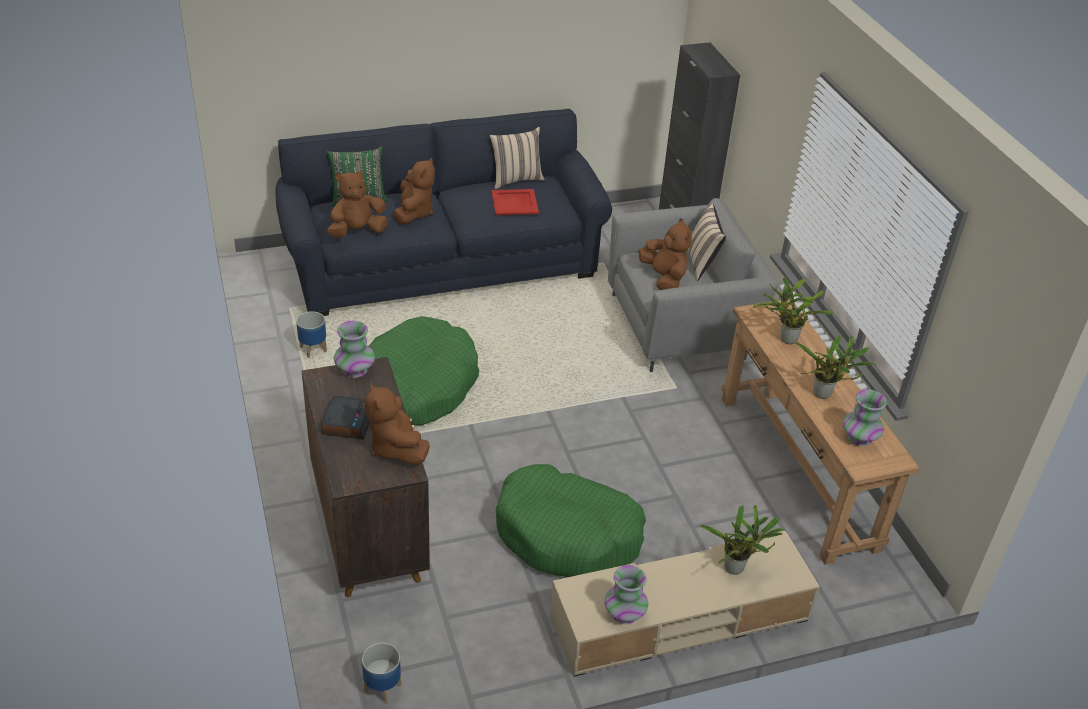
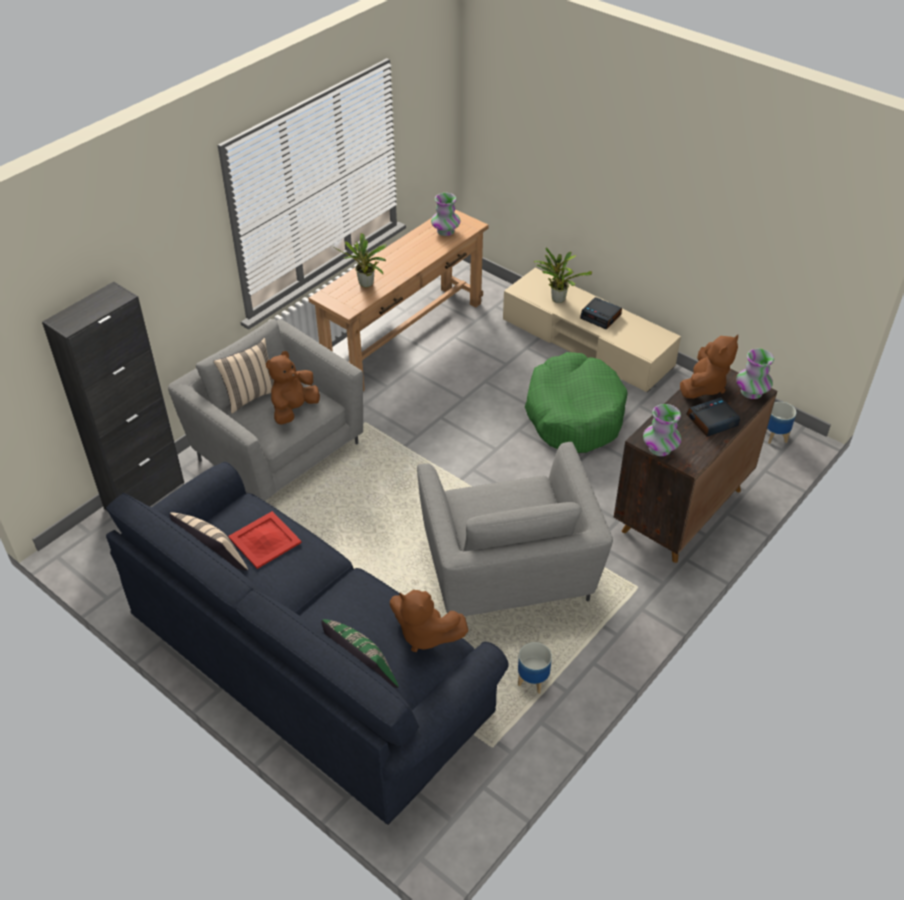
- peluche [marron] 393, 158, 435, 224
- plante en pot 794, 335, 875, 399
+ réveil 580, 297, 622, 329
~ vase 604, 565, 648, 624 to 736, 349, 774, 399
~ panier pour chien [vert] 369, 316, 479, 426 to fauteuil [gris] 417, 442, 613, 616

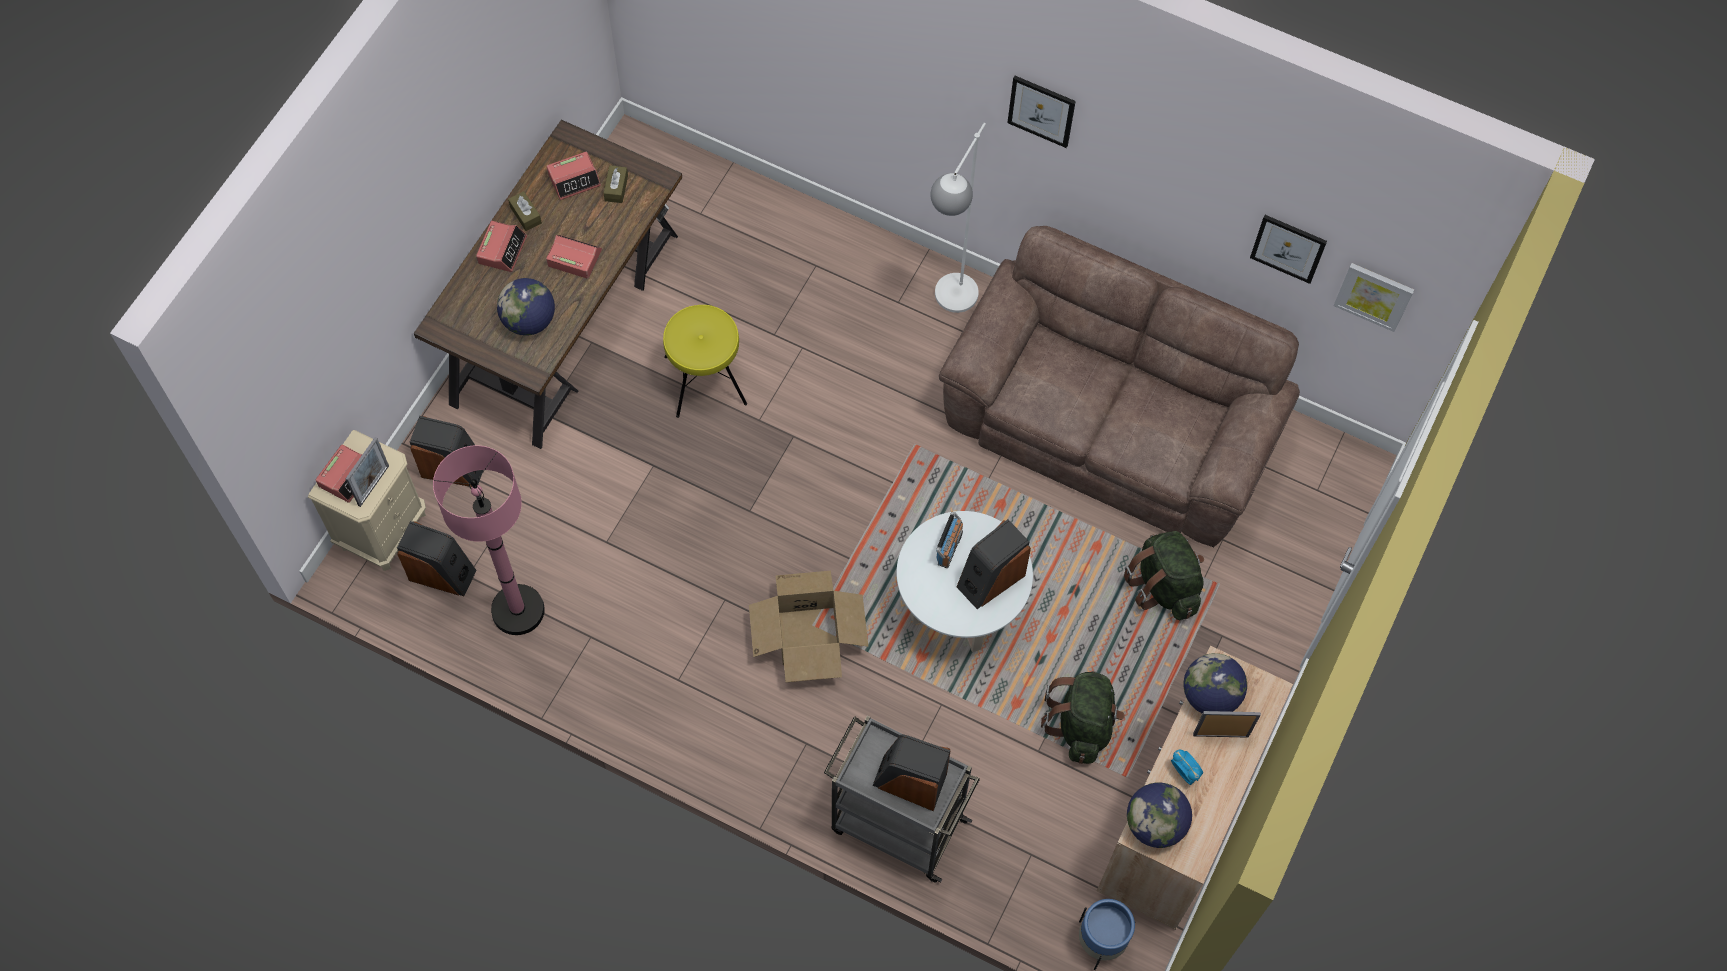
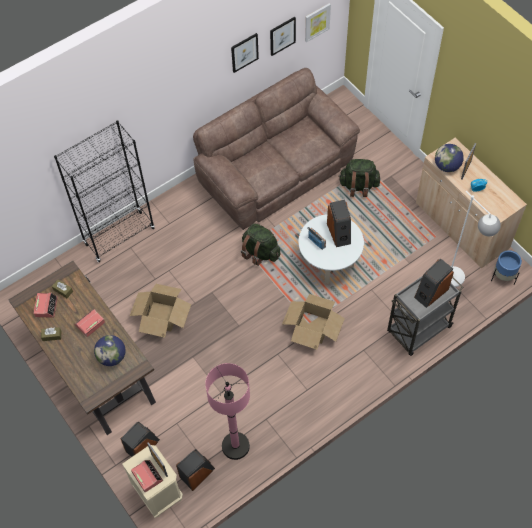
- réveil 476, 221, 527, 272
- globe 1127, 782, 1192, 848
+ bibliothèque [noir] 54, 120, 155, 262
~ lampadaire [blanc] 931, 123, 986, 313 to 451, 191, 501, 287
~ tableau 1007, 76, 1076, 148 to 231, 33, 259, 73
~ sac à dos [vert] 1041, 671, 1125, 764 to 241, 223, 280, 266
~ tabouret [jaune] 663, 305, 747, 418 to carton 130, 284, 191, 338

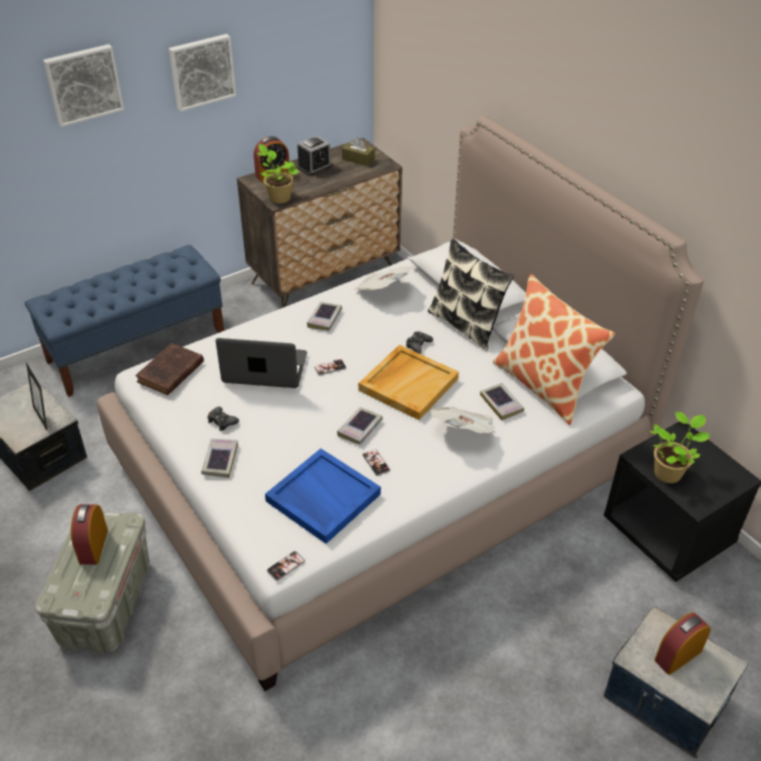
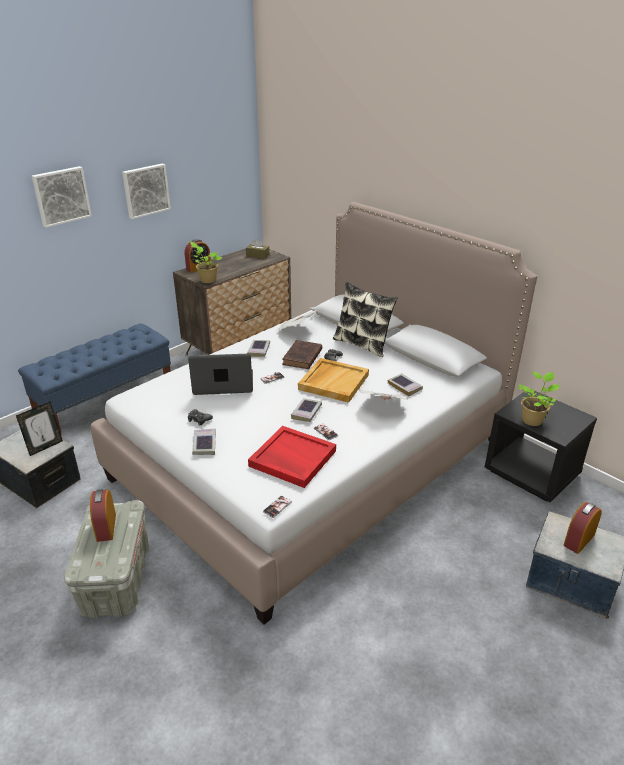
- réveil 297, 136, 332, 176
- coussin 493, 274, 615, 425
~ livre [marron] 135, 343, 204, 395 to 282, 340, 322, 369
~ plateau [bleu] 265, 448, 381, 544 to plateau [rouge] 248, 426, 336, 488
~ cadre photo 26, 363, 48, 432 = 16, 402, 63, 456 90 degrees counterclockwise

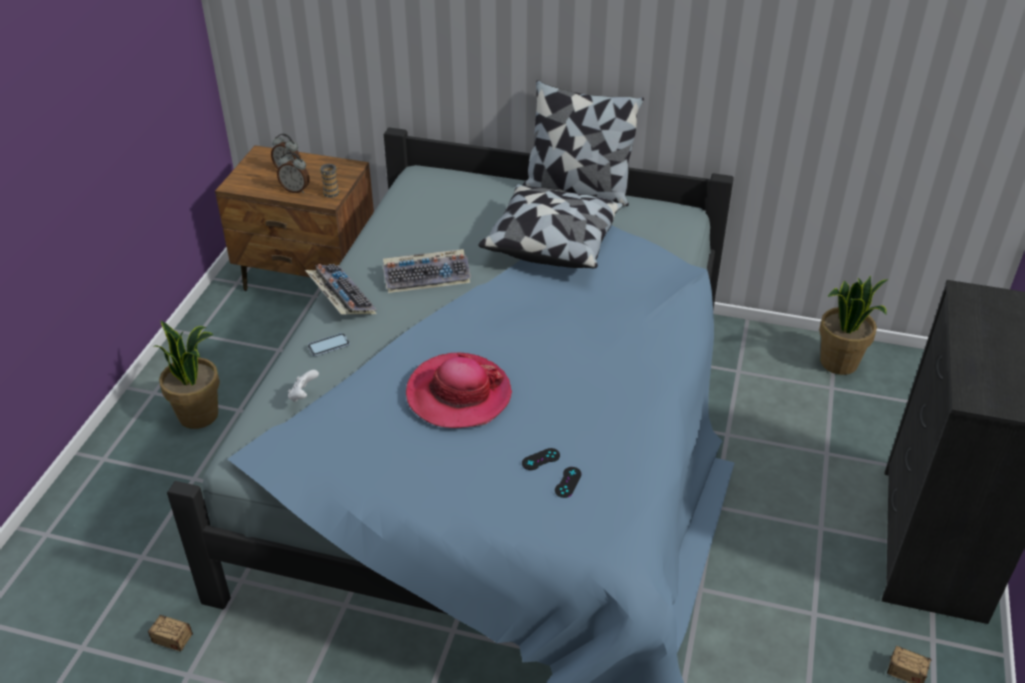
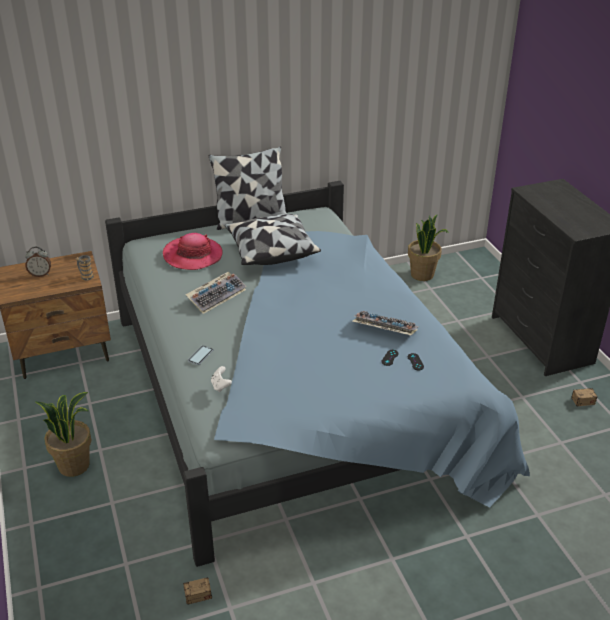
- réveil 277, 152, 310, 193
~ clavier 305, 264, 377, 315 to 352, 311, 419, 336
~ chapeau 406, 352, 512, 428 to 163, 233, 223, 270

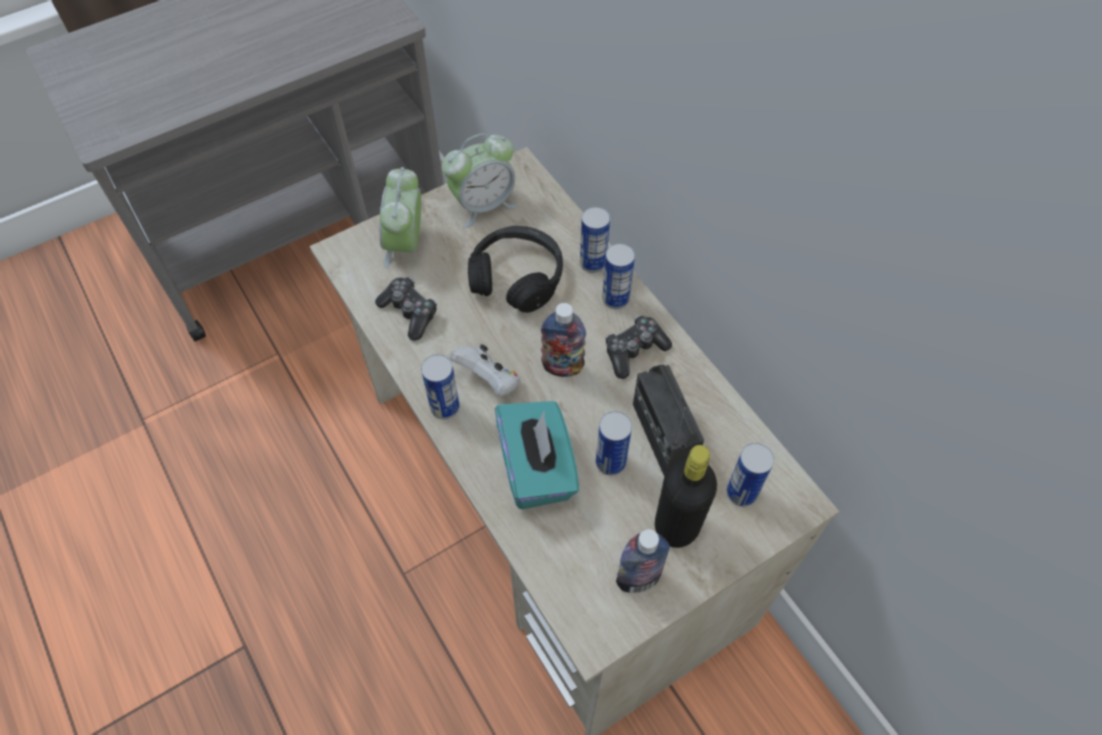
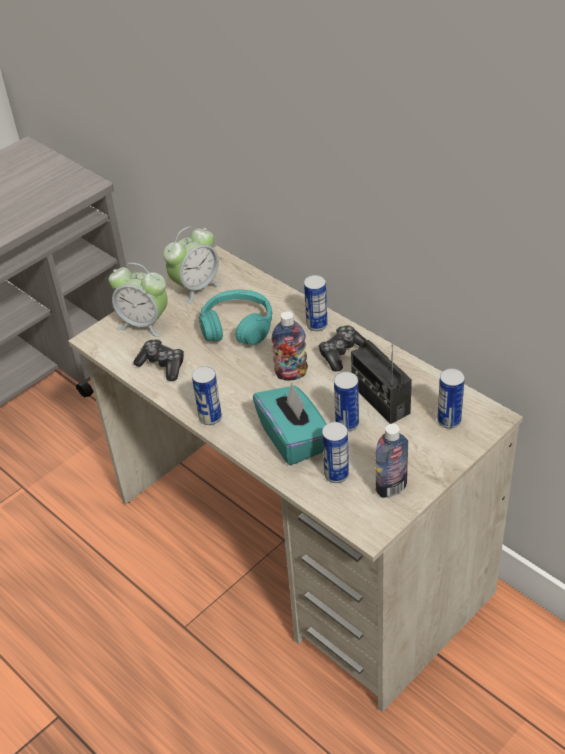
- manette [blanc] 450, 344, 520, 396
- bouteille [noir] 655, 445, 717, 548
~ boîte métallique 580, 207, 610, 273 to 322, 422, 349, 483
~ casque audio [noir] 467, 226, 563, 313 to casque audio [turquoise] 199, 290, 272, 345
~ réveil 379, 167, 421, 268 = 109, 263, 168, 337 60 degrees counterclockwise

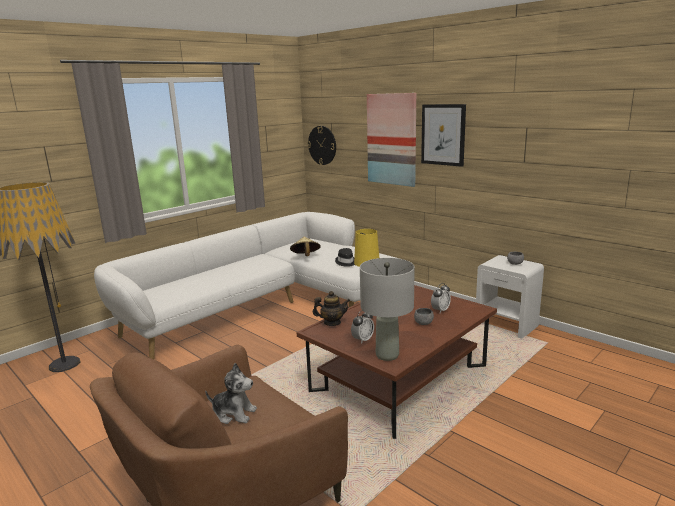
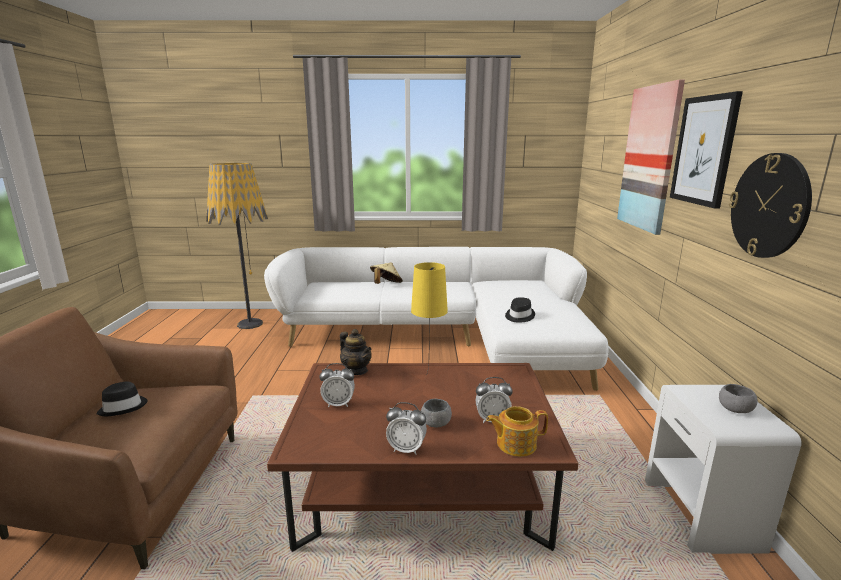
- lampe de table [gris] 360, 258, 415, 361
+ réveil 386, 402, 427, 455
+ théière 486, 406, 548, 457
~ chapeau [beige] 290, 237, 321, 256 to 370, 263, 403, 284
~ horloge murale 307, 126, 336, 165 to 729, 153, 812, 258
~ peluche 205, 363, 257, 424 to chapeau [noir] 96, 382, 148, 416

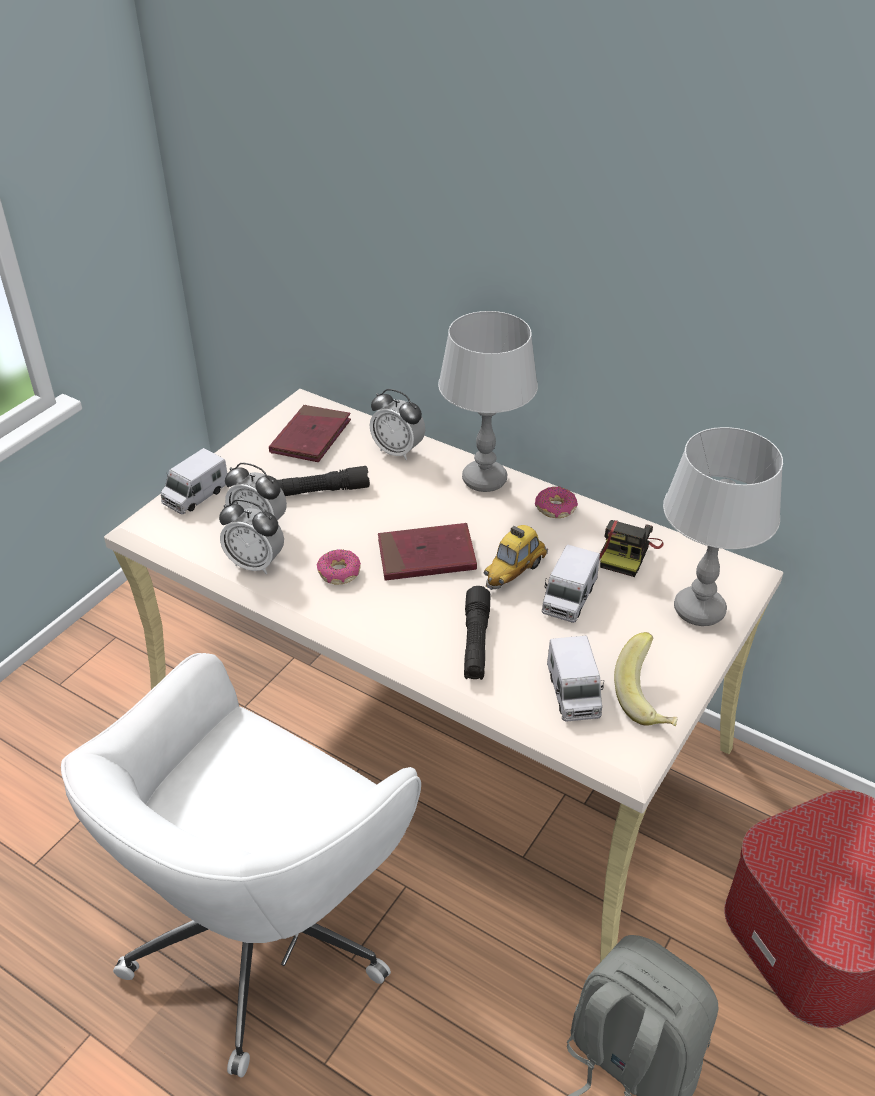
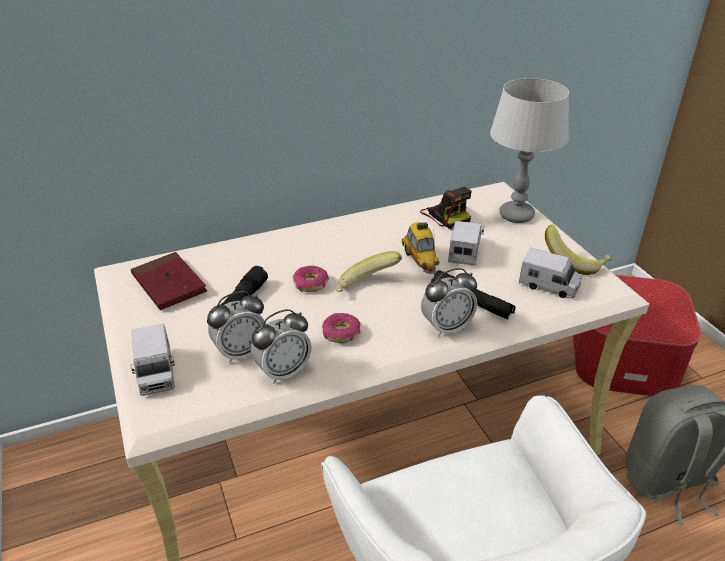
- lampe de table [gris] 438, 311, 538, 492
~ réveil 370, 389, 425, 460 to 421, 268, 477, 337
~ beignet 535, 486, 578, 518 to 293, 266, 329, 292
~ livre [rouge] 378, 523, 477, 581 to banane 336, 251, 402, 292
~ camion jouet 542, 544, 600, 623 = 448, 221, 484, 266 135 degrees counterclockwise

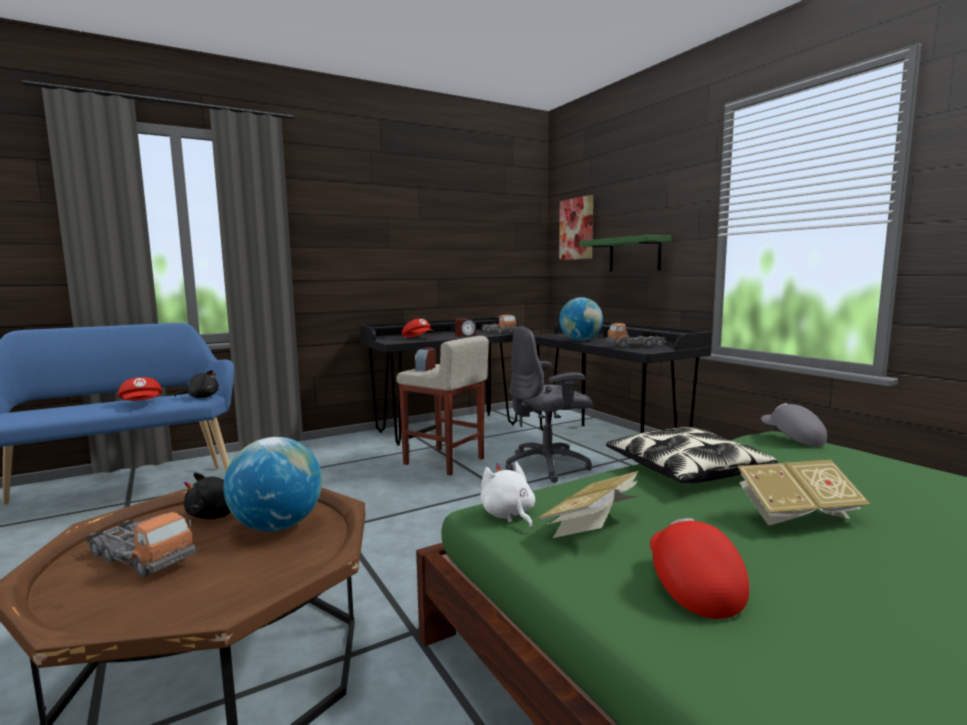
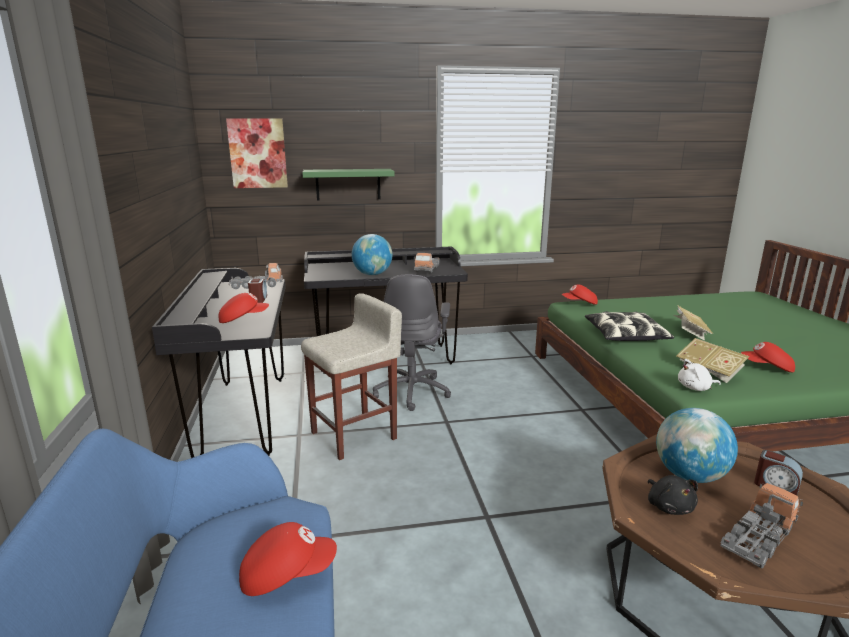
- peluche [noir] 174, 370, 219, 398
~ réveil 415, 347, 435, 371 to 754, 450, 803, 495
~ casquette [gris] 761, 403, 827, 447 to casquette [rouge] 562, 284, 598, 305

